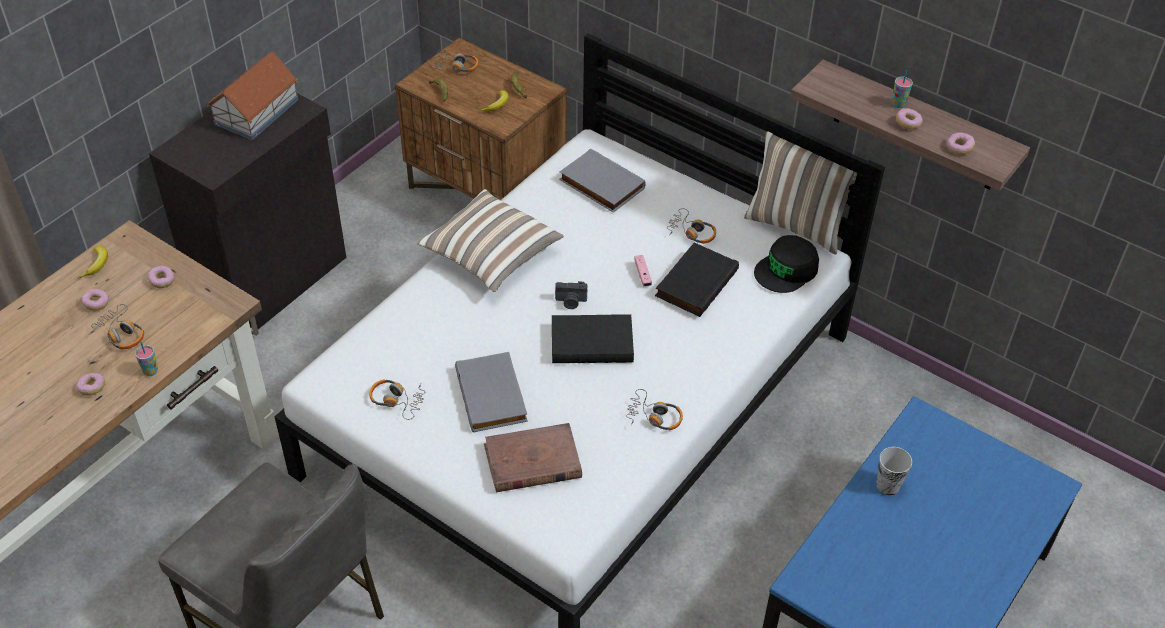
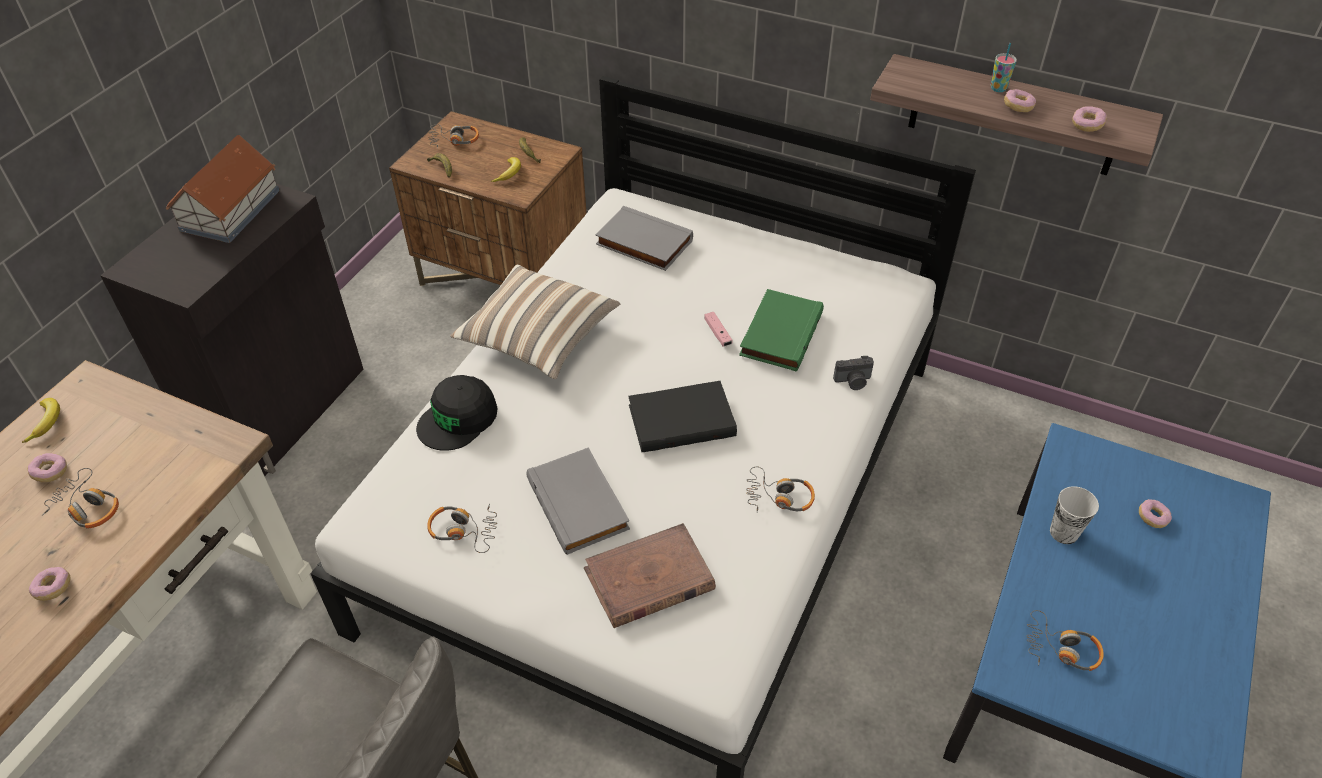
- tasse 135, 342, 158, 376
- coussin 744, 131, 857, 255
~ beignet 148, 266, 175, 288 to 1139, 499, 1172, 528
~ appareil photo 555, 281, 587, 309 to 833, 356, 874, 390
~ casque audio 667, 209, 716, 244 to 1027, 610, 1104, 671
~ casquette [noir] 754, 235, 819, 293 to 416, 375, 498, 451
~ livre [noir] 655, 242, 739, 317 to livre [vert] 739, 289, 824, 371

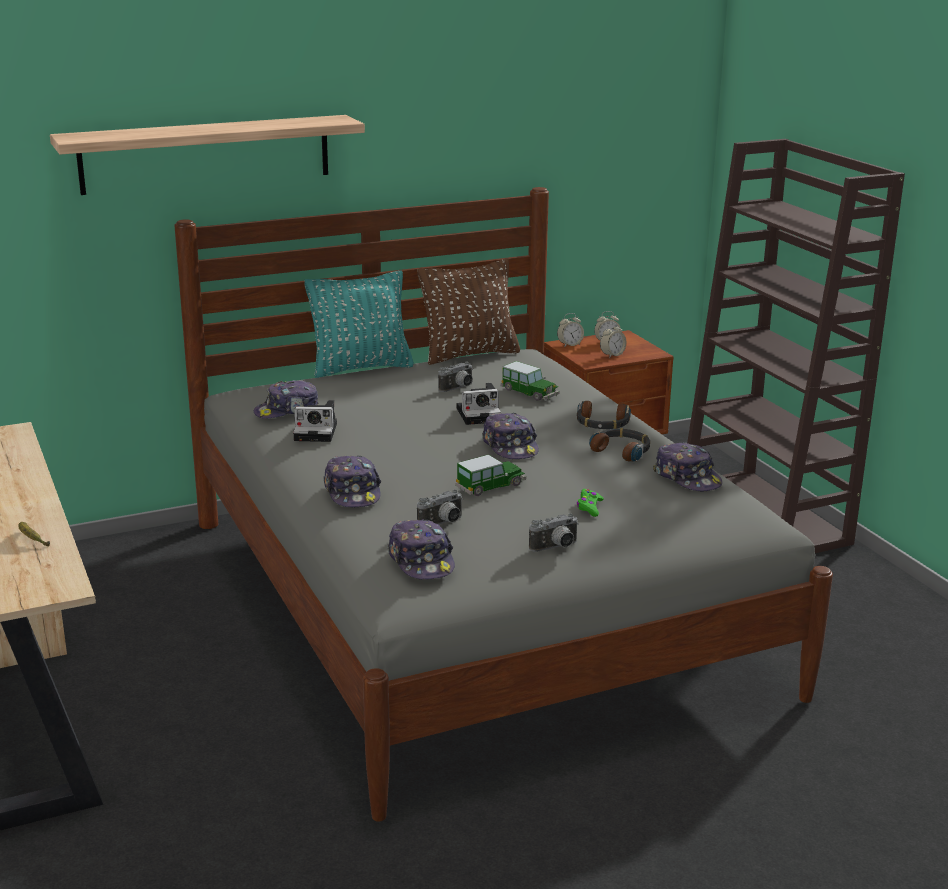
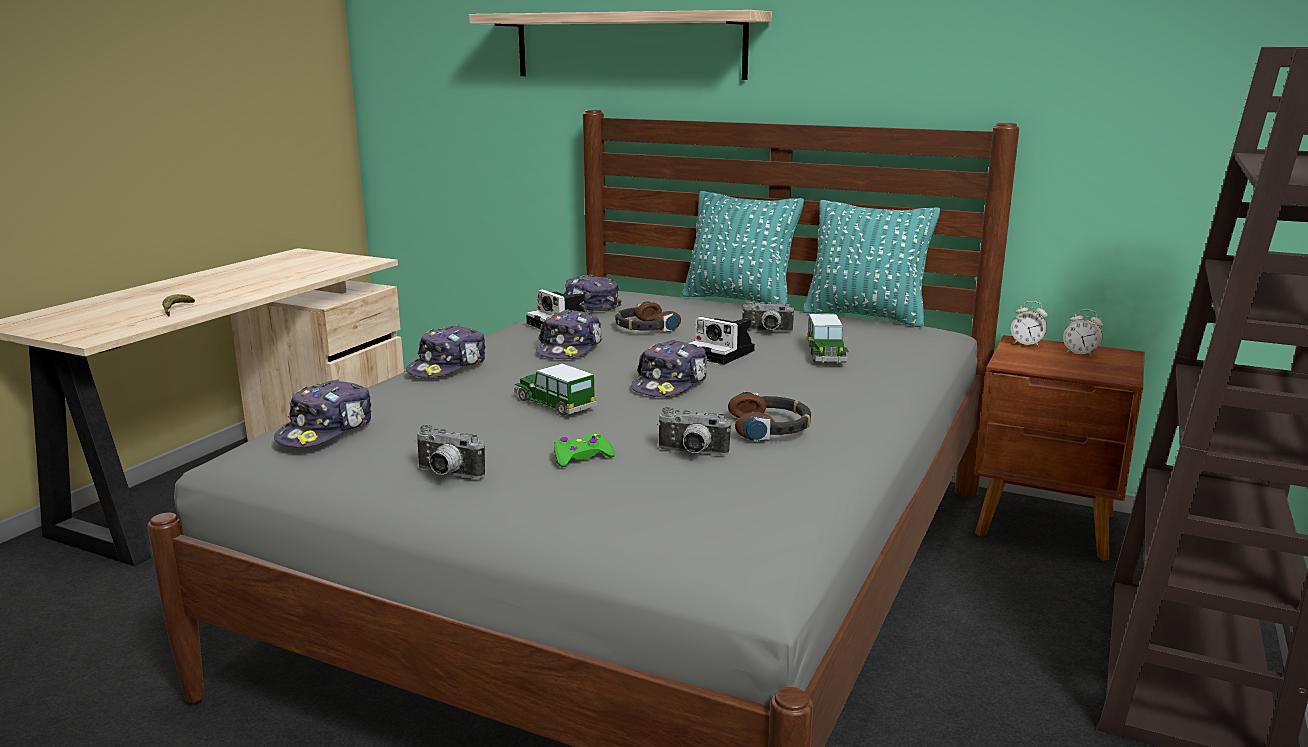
- réveil 600, 323, 626, 358
~ appareil photo 417, 489, 463, 524 to 657, 407, 731, 455
~ casque audio 577, 401, 631, 429 to 615, 301, 681, 332
~ casquette 653, 442, 722, 491 to 537, 309, 602, 359
~ coussin [marron] 417, 259, 520, 365 to coussin [turquoise] 803, 200, 940, 327
~ petite voiture 455, 455, 526, 496 = 514, 364, 597, 416 150 degrees counterclockwise

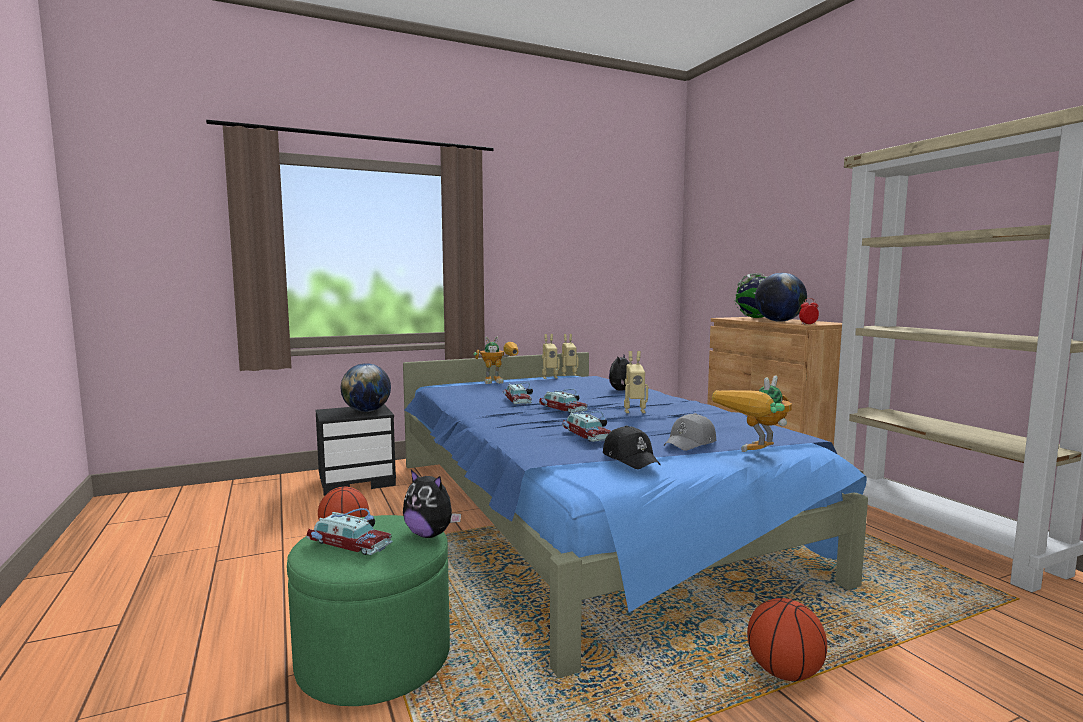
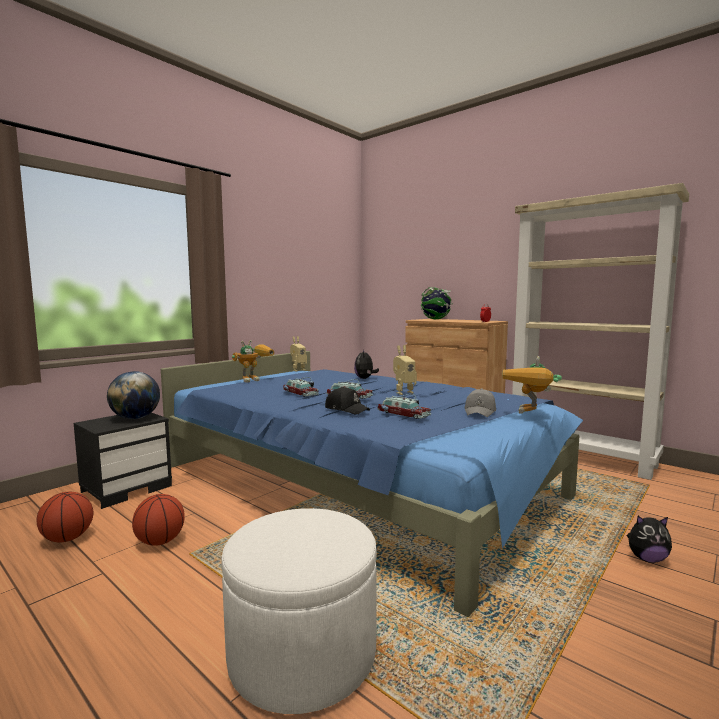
- petite voiture 306, 508, 392, 555
- robot jouet 542, 334, 560, 379
- globe 755, 273, 807, 322
~ peluche 403, 470, 461, 538 to 627, 516, 672, 563
~ casquette [noir] 603, 425, 661, 469 to 325, 387, 370, 415
~ ballon de basket 747, 598, 827, 681 to 37, 492, 94, 542
~ pouf [vert] 287, 515, 450, 706 to pouf [blanc] 221, 508, 377, 714

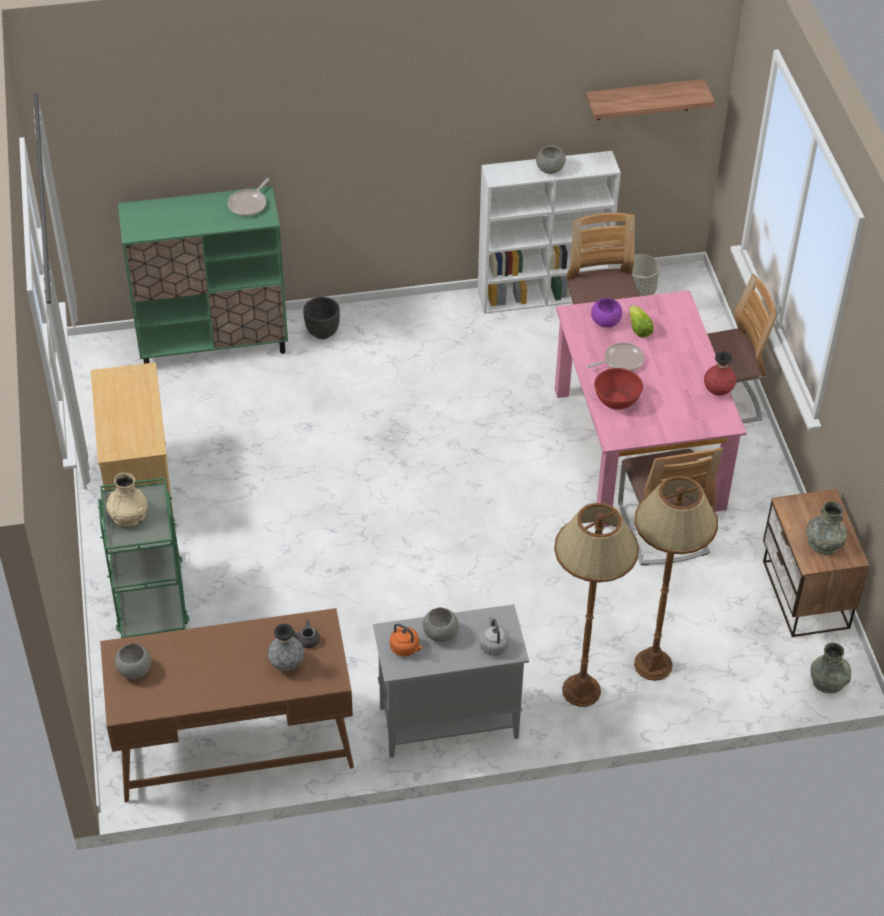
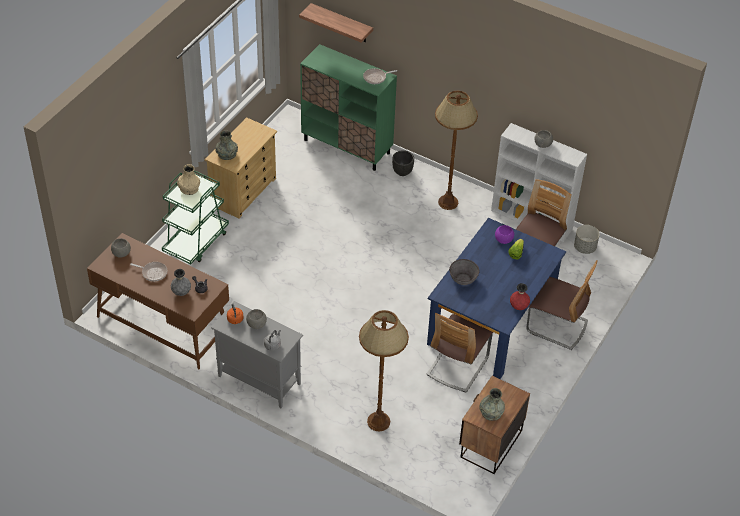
~ lampadaire [marron] 554, 503, 639, 707 to 435, 91, 478, 210
~ étagère 586, 79, 715, 120 to 299, 3, 373, 43
~ poêle 586, 342, 644, 371 to 130, 262, 167, 281
~ vase [gris] 811, 643, 851, 694 to 216, 130, 238, 160
~ table à manger [rose] 555, 290, 747, 527 to table à manger [bleu] 427, 218, 566, 379
~ bol [rouge] 594, 368, 643, 410 to bol [gris] 449, 259, 479, 285

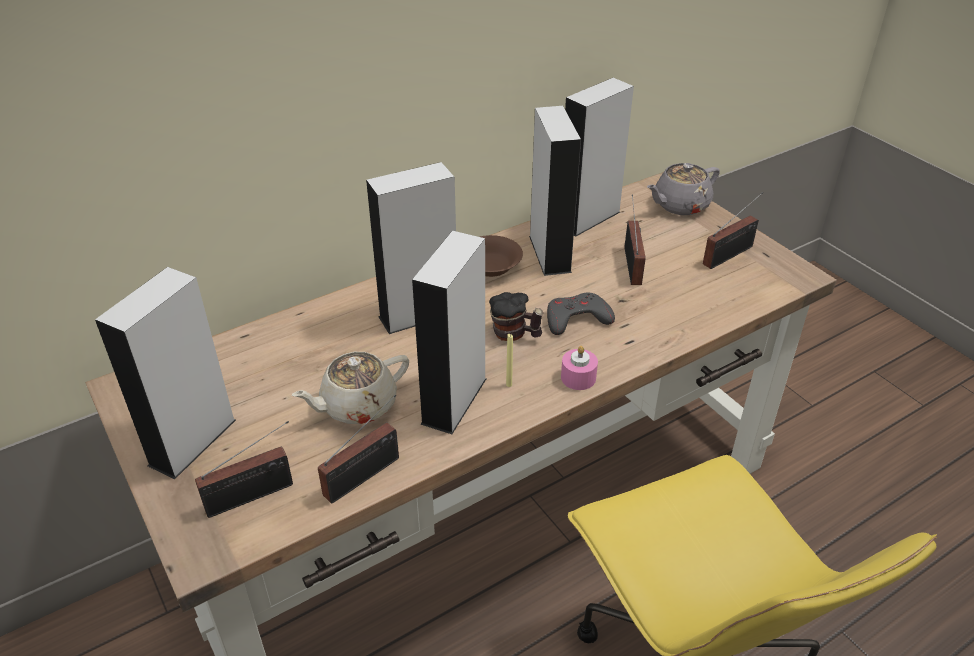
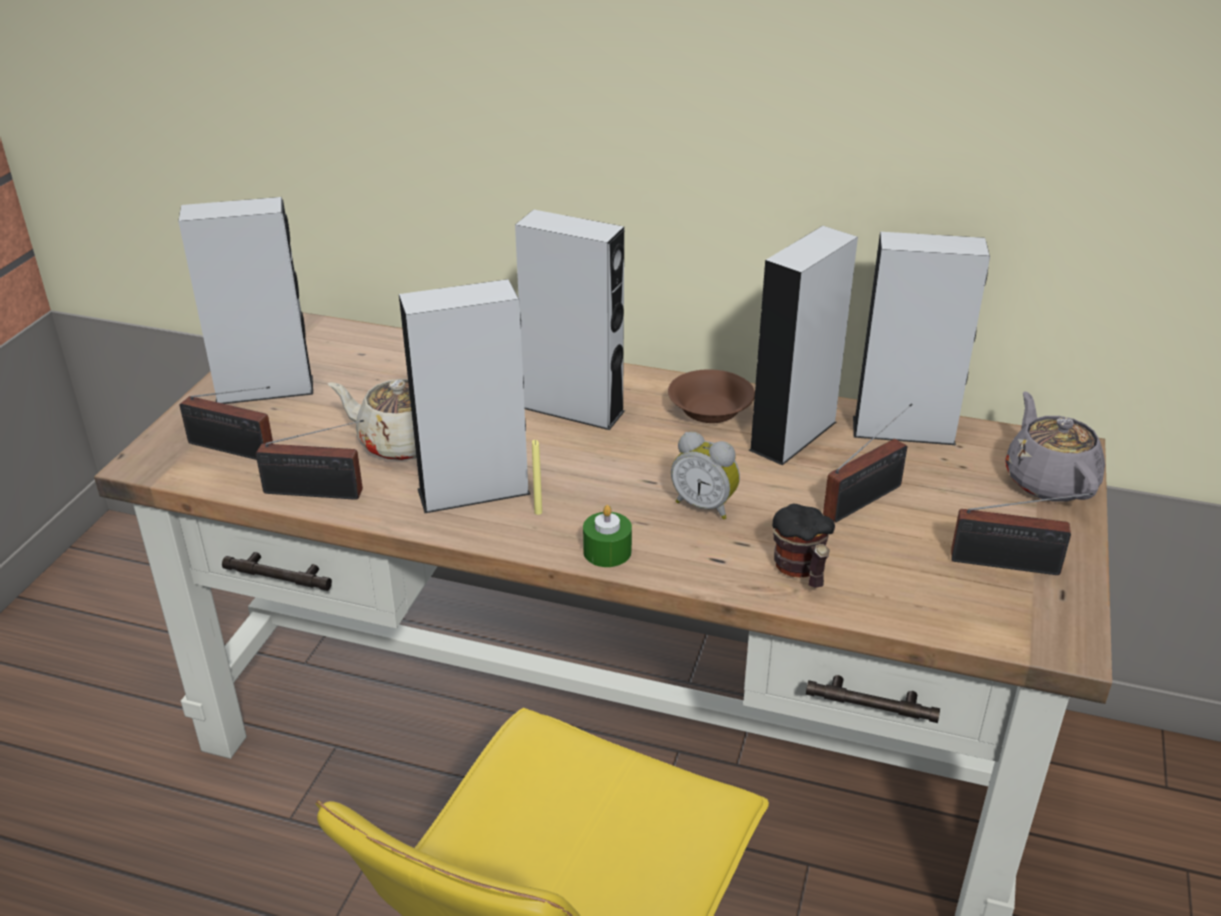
~ mug 489, 292, 544, 341 to 772, 504, 835, 588
~ manette [gris] 547, 292, 615, 335 to réveil 671, 432, 740, 520
~ bougie [rose] 561, 346, 598, 390 to bougie [vert] 583, 505, 632, 567
~ théière [gris] 647, 163, 720, 215 = 1005, 391, 1105, 502 60 degrees clockwise

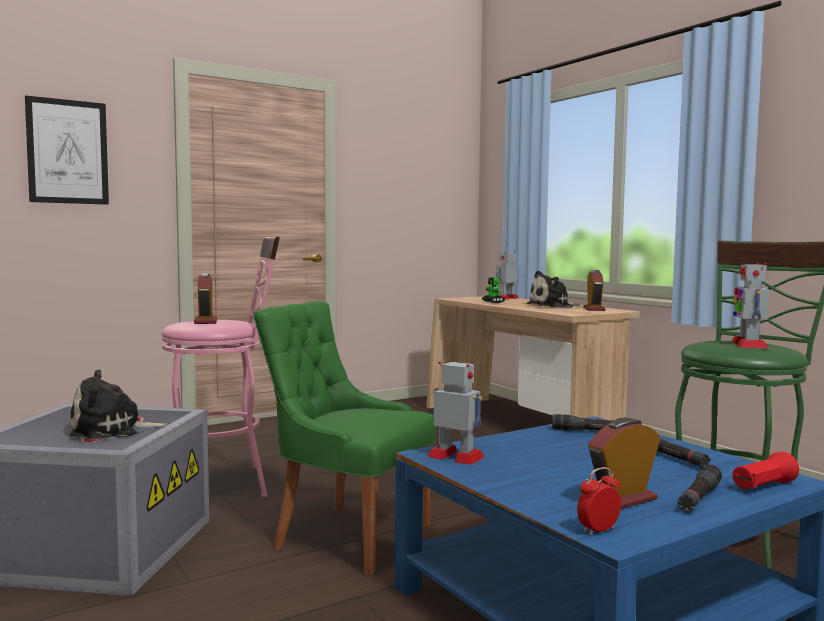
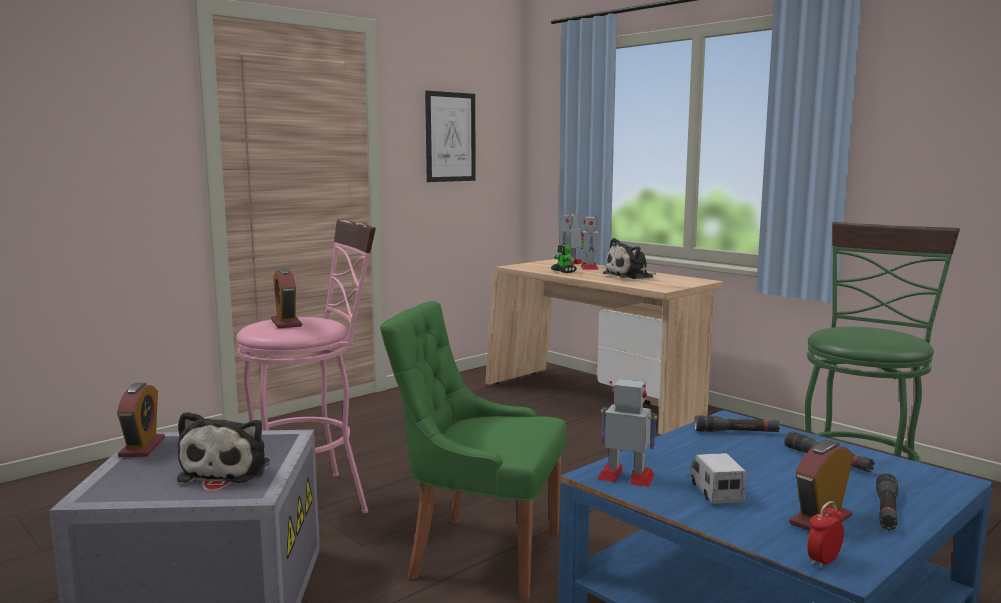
- lampe de poche [rouge] 732, 452, 799, 489
+ camion jouet 689, 453, 746, 504
~ tableau 25, 95, 109, 205 to 425, 91, 476, 182
~ réveil 583, 270, 605, 311 to 117, 383, 165, 457
~ robot jouet 731, 262, 769, 348 to 581, 215, 599, 270
~ peluche 69, 369, 168, 439 = 177, 412, 270, 483 60 degrees counterclockwise

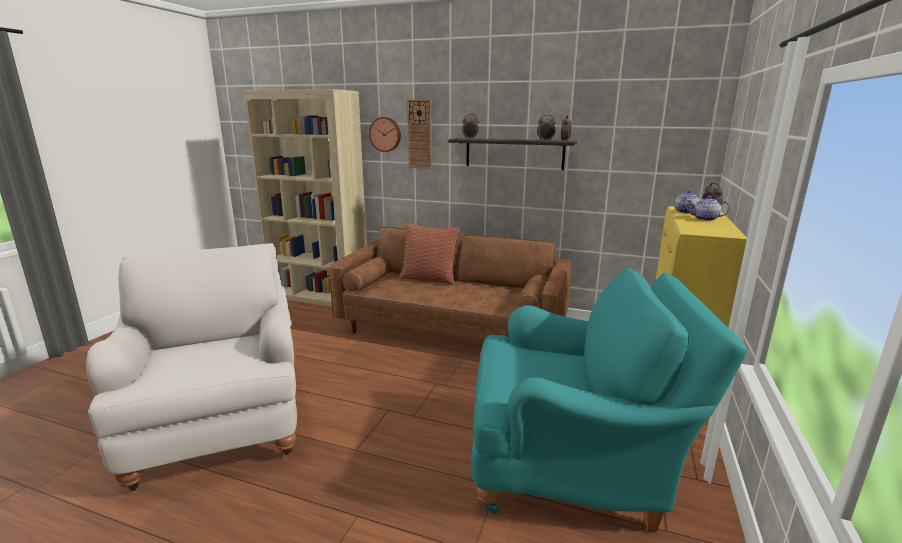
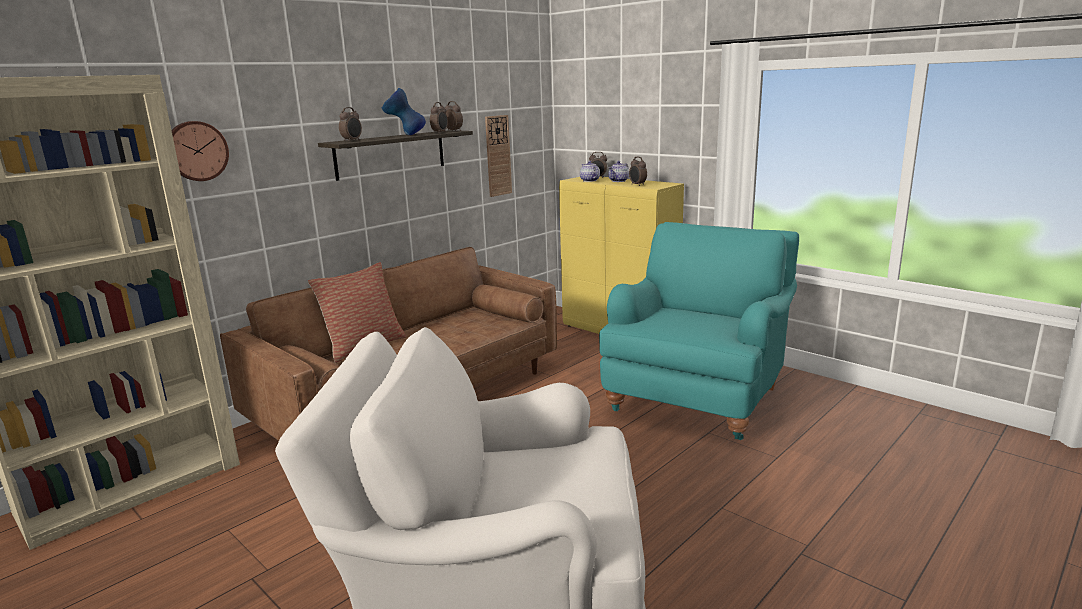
+ vase [bleu] 382, 88, 426, 135
+ réveil 629, 157, 647, 186
~ horloge murale 407, 100, 432, 169 to 485, 115, 512, 197

